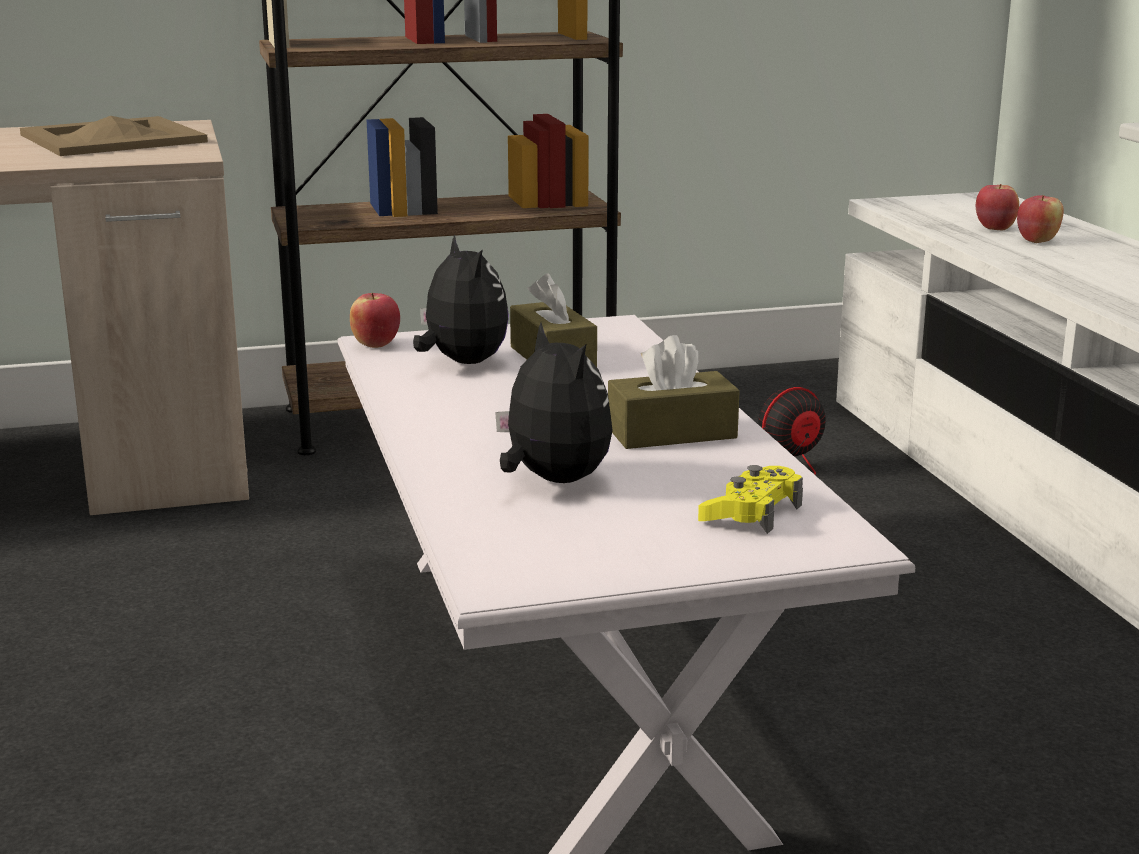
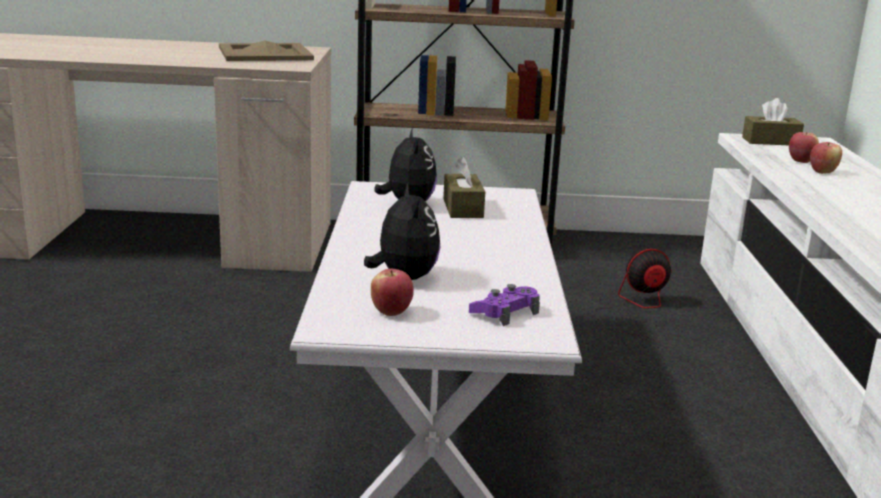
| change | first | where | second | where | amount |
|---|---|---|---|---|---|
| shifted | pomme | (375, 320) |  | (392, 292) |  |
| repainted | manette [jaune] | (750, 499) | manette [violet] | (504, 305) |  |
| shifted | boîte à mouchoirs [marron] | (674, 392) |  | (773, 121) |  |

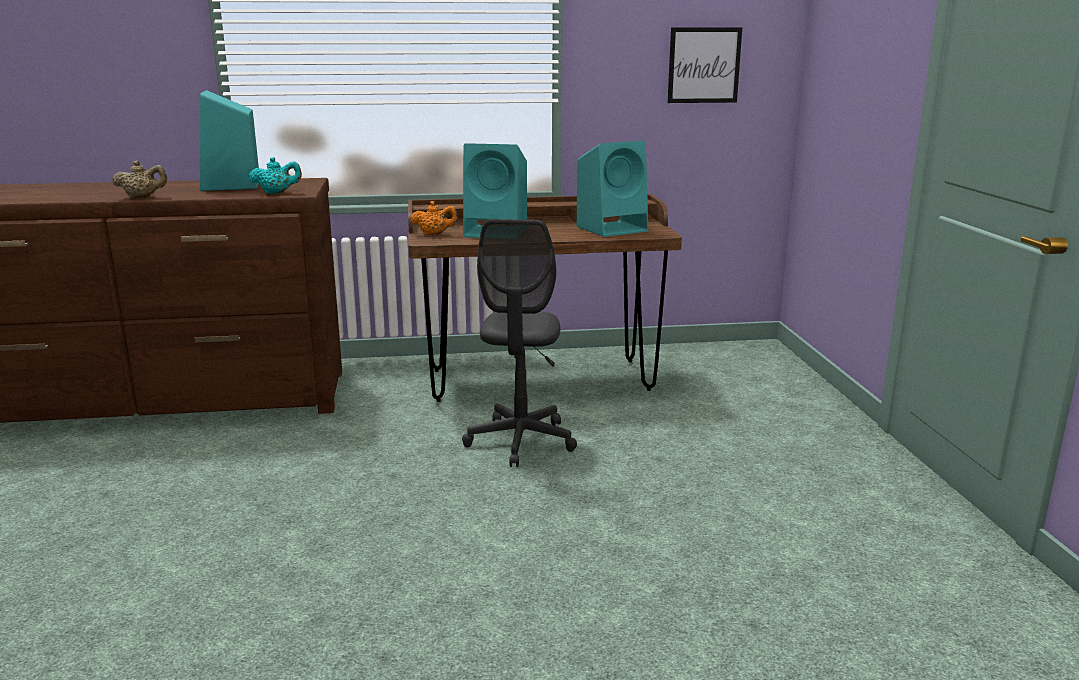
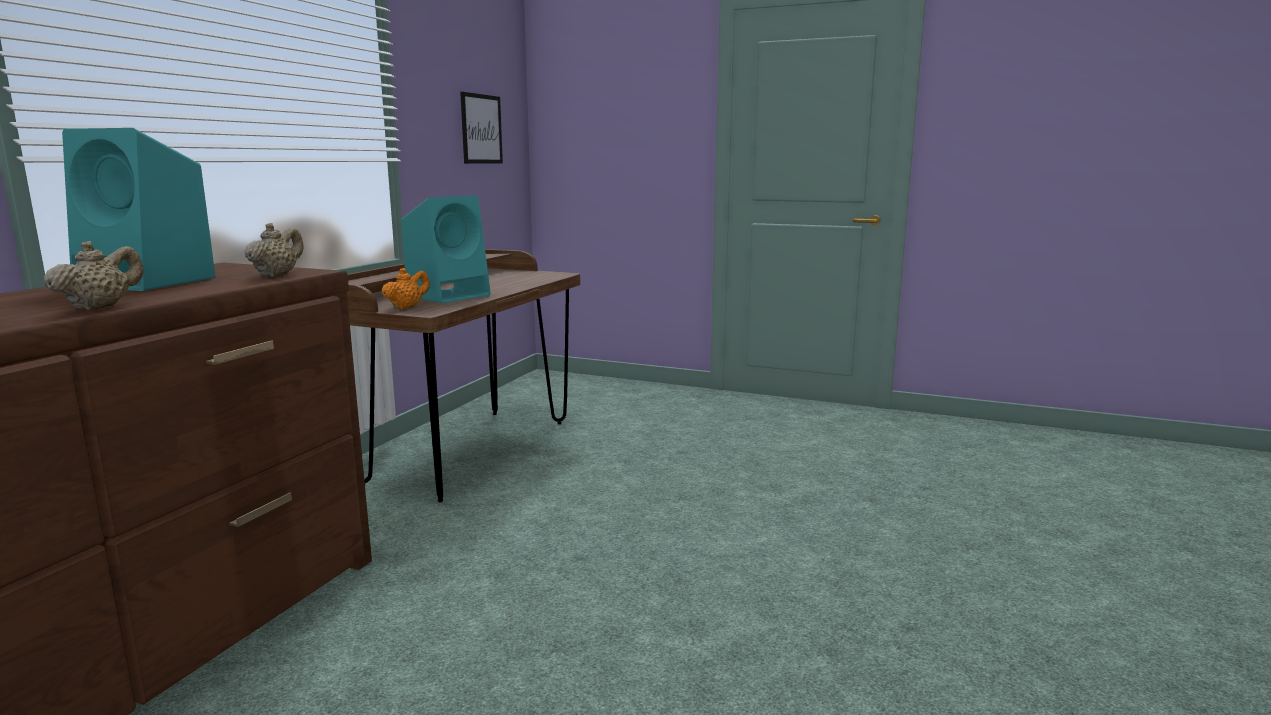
| change | first | where | second | where | amount |
|---|---|---|---|---|---|
| repainted | théière [turquoise] | (275, 175) | théière [beige] | (274, 250) |  |
| gone | chaise de bureau [gris] | (519, 343) |  |  |  |
| gone | enceinte [turquoise] | (612, 188) |  |  |  |

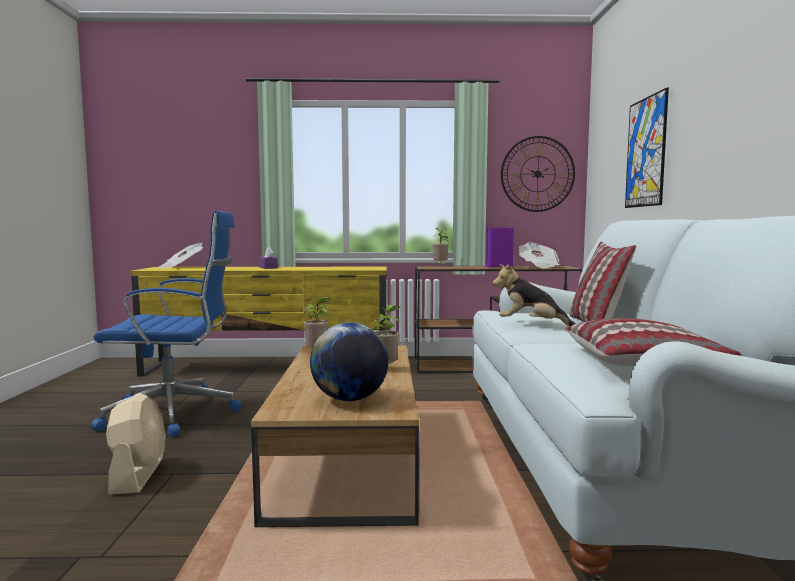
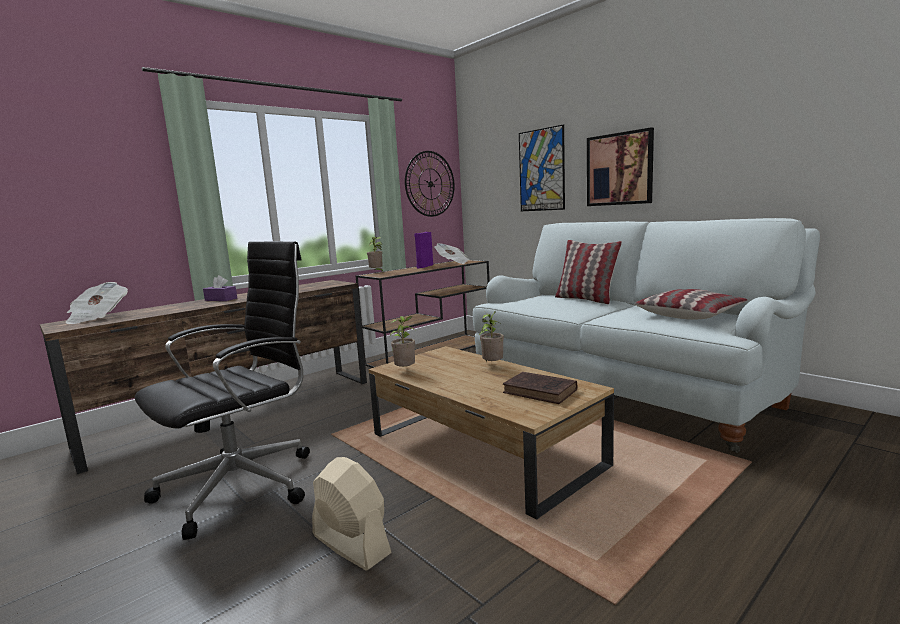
| change | first | where | second | where | amount |
|---|---|---|---|---|---|
| repainted | meuble télé [jaune] | (259, 321) | meuble télé [marron] | (203, 377) |  |
| repainted | chaise de bureau [bleu] | (166, 324) | chaise de bureau [noir] | (222, 390) |  |
| swapped | globe | (349, 361) | livre [marron] | (540, 388) |  |
| new |  |  | tableau | (620, 166) |  |
| gone | peluche | (534, 294) |  |  |  |

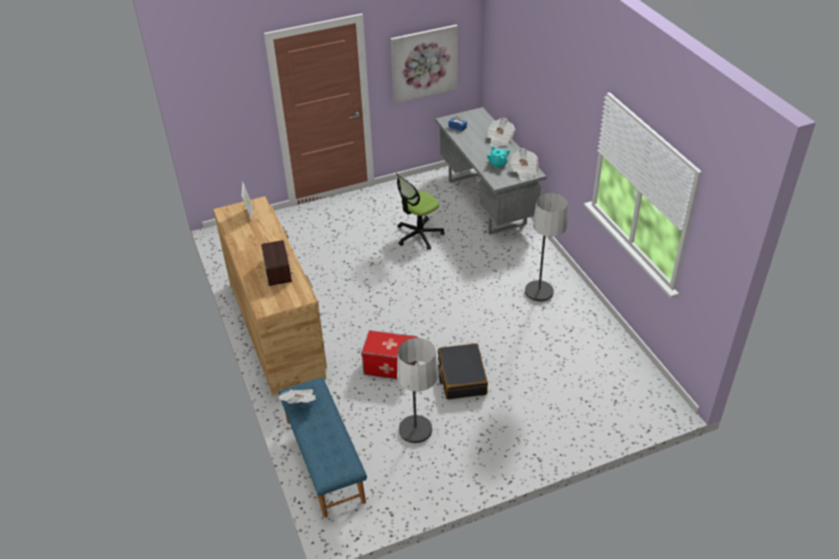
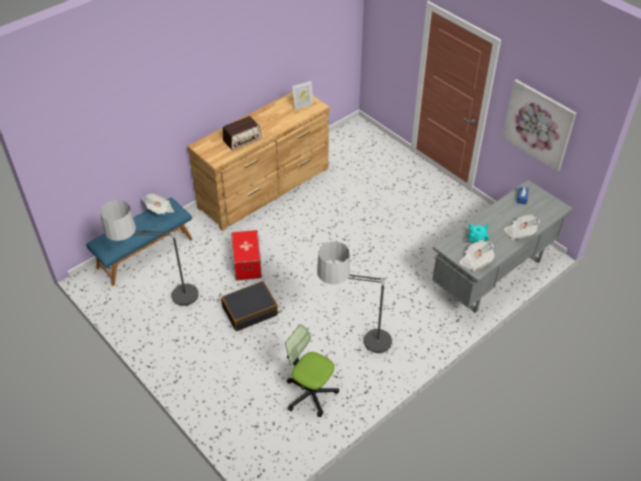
| change | first | where | second | where | amount |
|---|---|---|---|---|---|
| shifted | chaise de bureau | (420, 211) |  | (312, 370) |  |

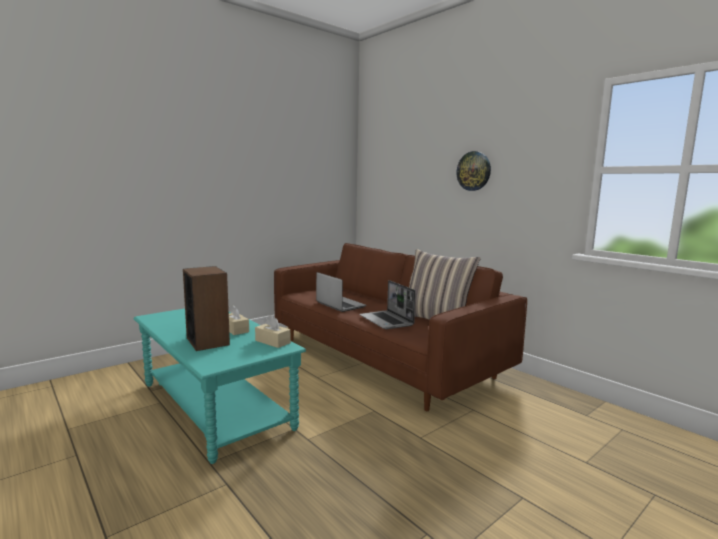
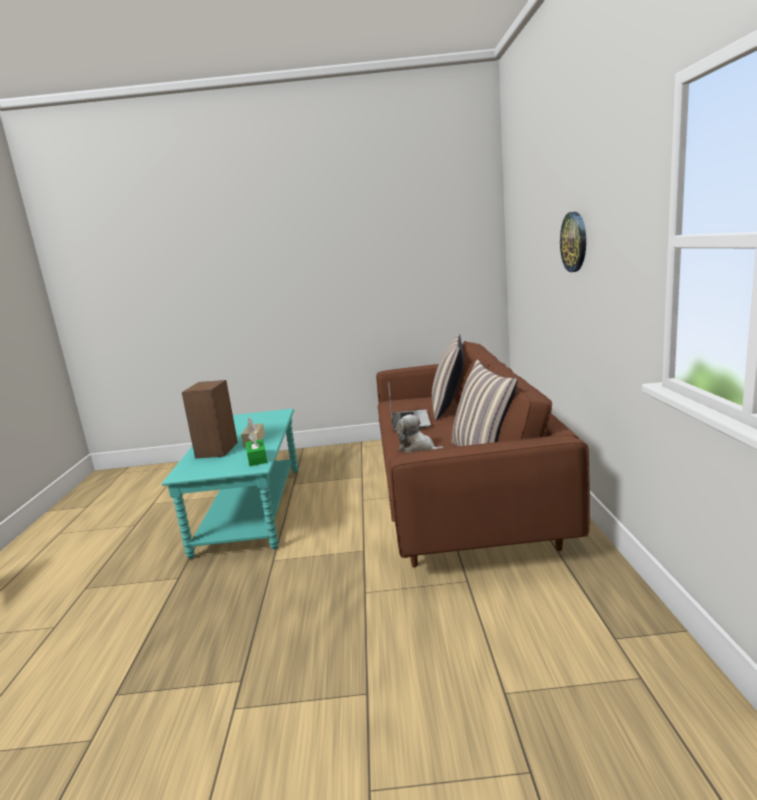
| change | first | where | second | where | amount |
|---|---|---|---|---|---|
| repainted | boîte à mouchoirs [beige] | (273, 331) | boîte à mouchoirs [vert] | (256, 449) |  |
| swapped | ordinateur portable | (387, 304) | peluche | (420, 433) |  |
| new |  |  | coussin | (448, 377) |  |

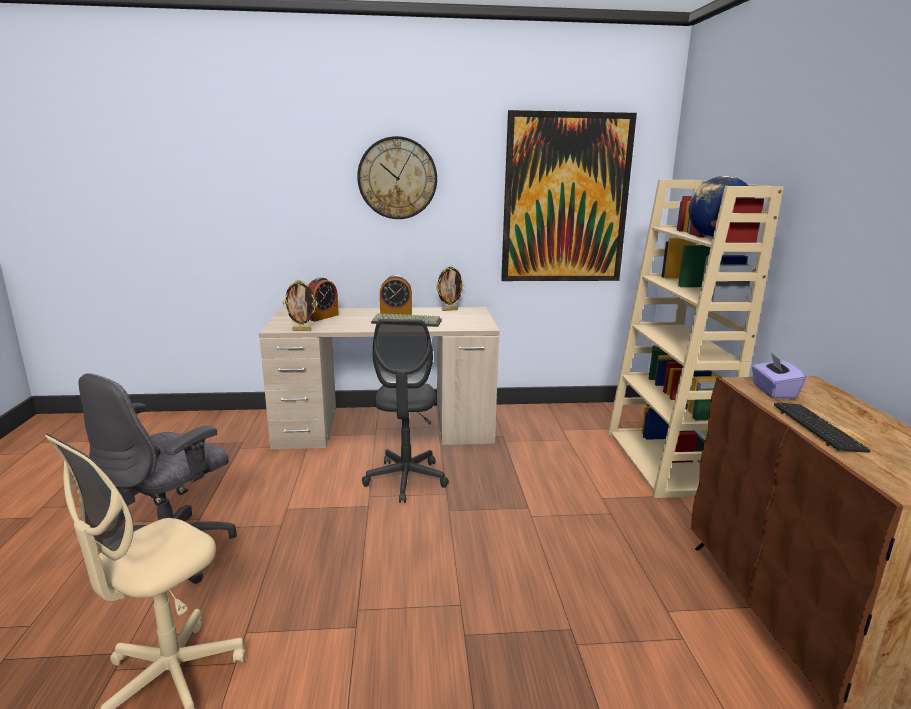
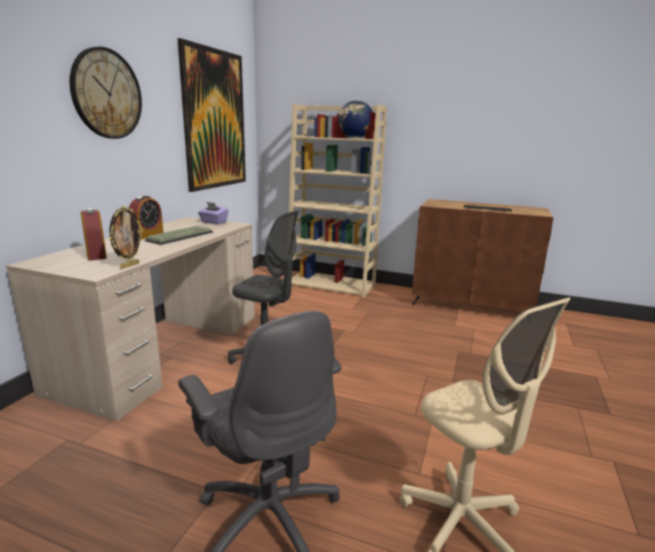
| change | first | where | second | where | amount |
|---|---|---|---|---|---|
| shifted | boîte à mouchoirs [violet] | (779, 376) |  | (213, 213) |  |
| gone | cadre photo | (450, 288) |  |  |  |

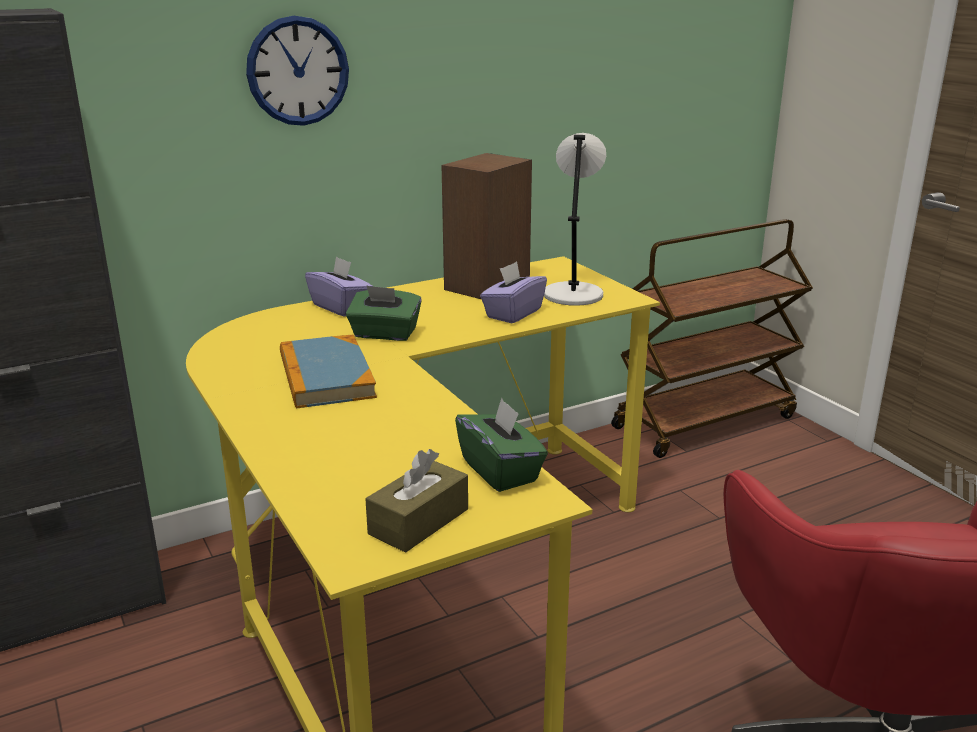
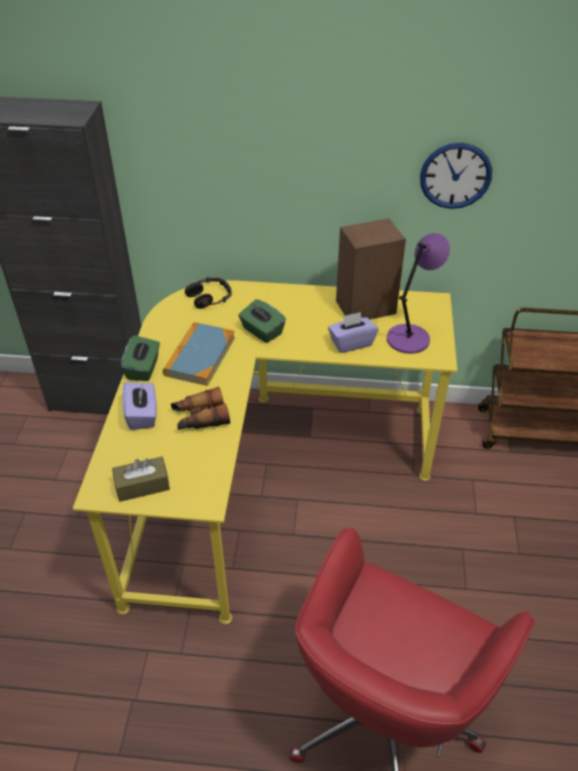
| change | first | where | second | where | amount |
|---|---|---|---|---|---|
| shifted | boîte à mouchoirs [vert] | (501, 445) |  | (140, 358) |  |
| shifted | boîte à mouchoirs [violet] | (339, 286) |  | (140, 406) |  |
| new |  |  | jumelles | (200, 408) |  |
| new |  |  | casque audio | (208, 293) |  |
| repainted | lampe de table [gris] | (575, 219) | lampe de table [violet] | (418, 293) |  |
| shifted | horloge murale | (297, 71) |  | (456, 176) |  |

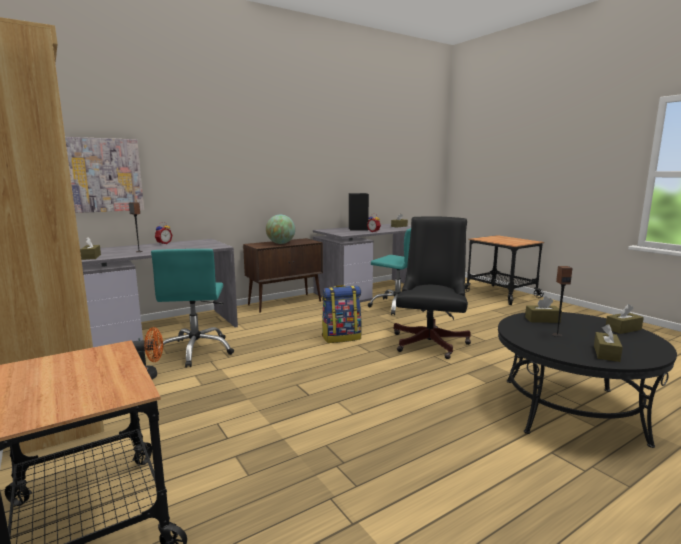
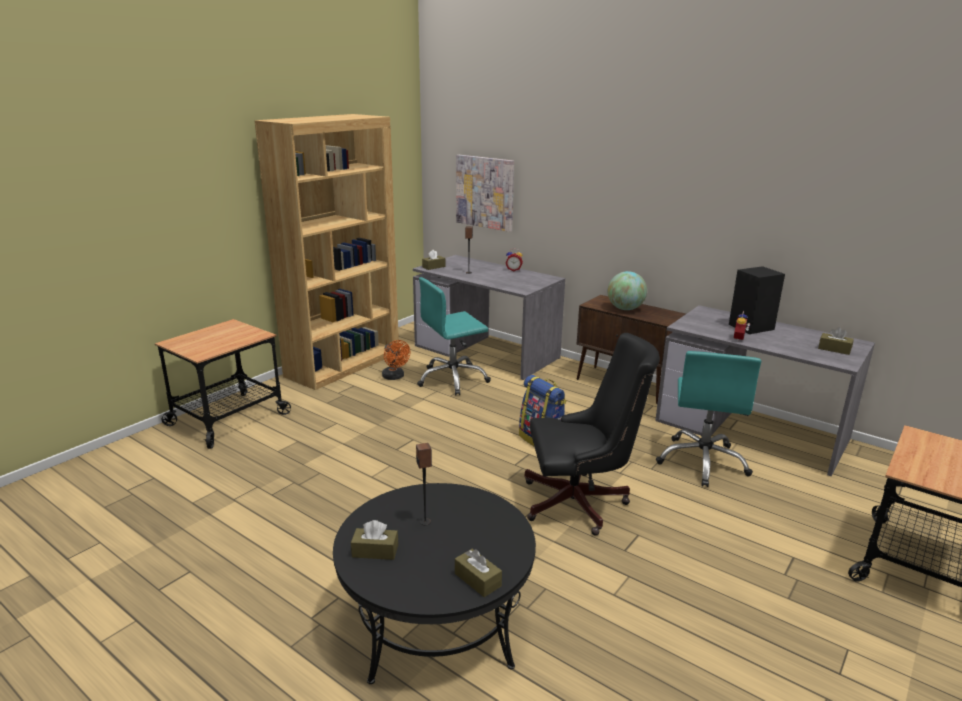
| change | first | where | second | where | amount |
|---|---|---|---|---|---|
| gone | boîte à mouchoirs [marron] | (543, 309) |  |  |  |

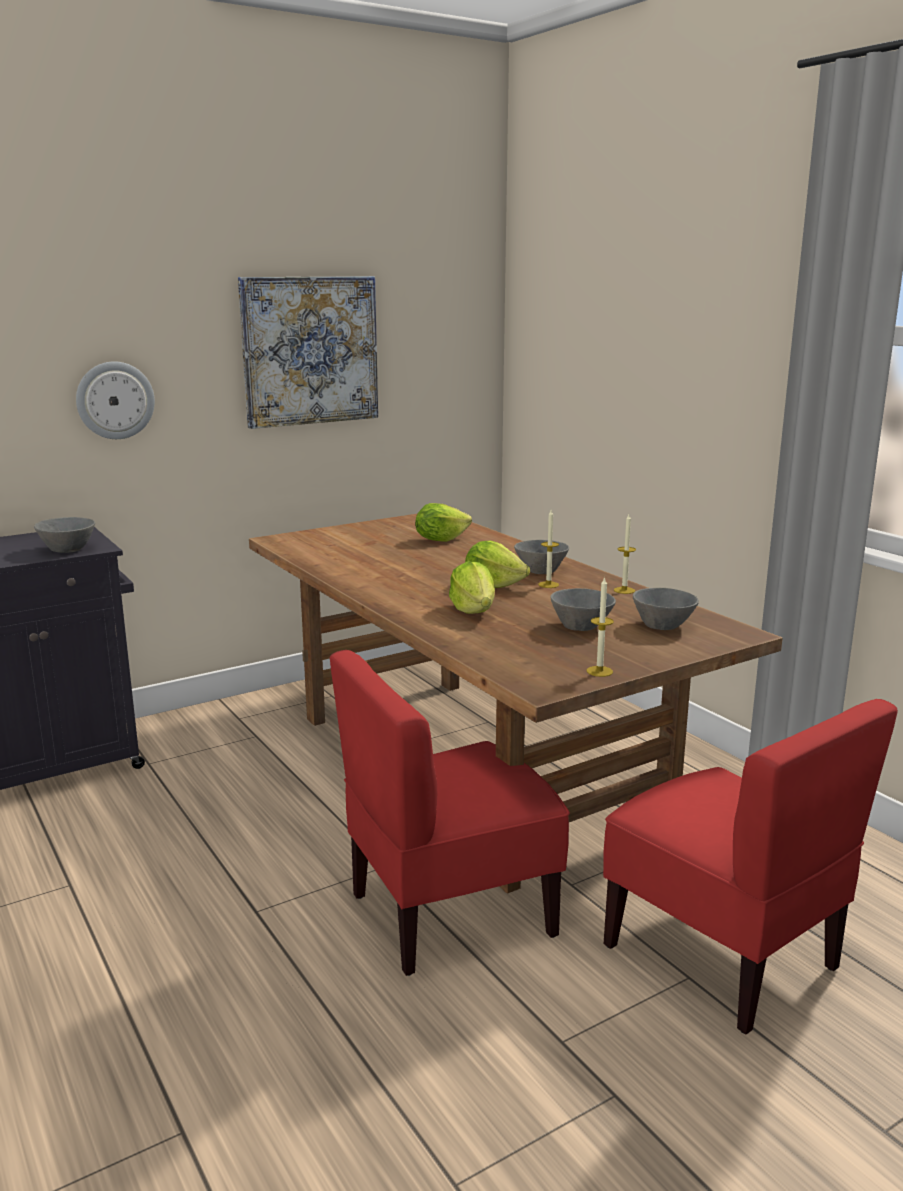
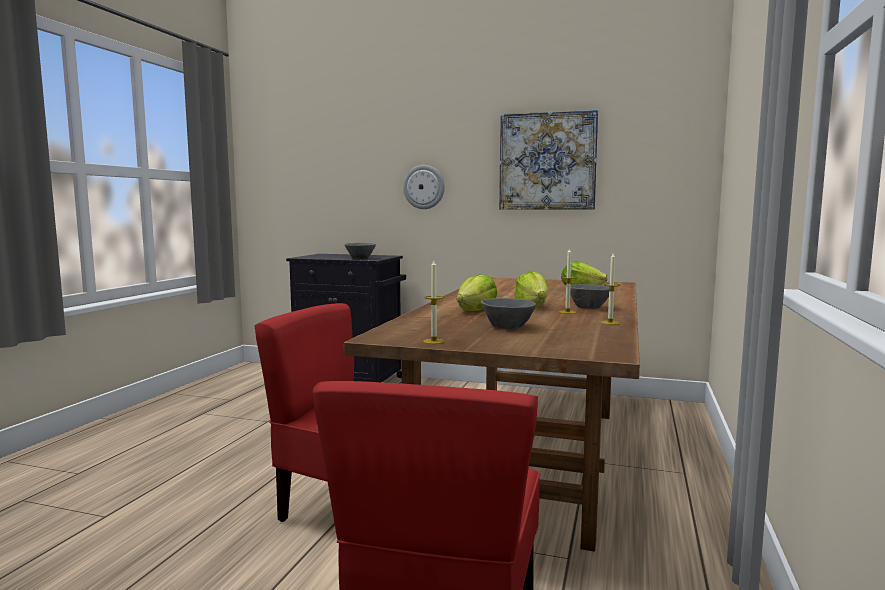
| change | first | where | second | where | amount |
|---|---|---|---|---|---|
| gone | bol [gris] | (666, 609) |  |  |  |

